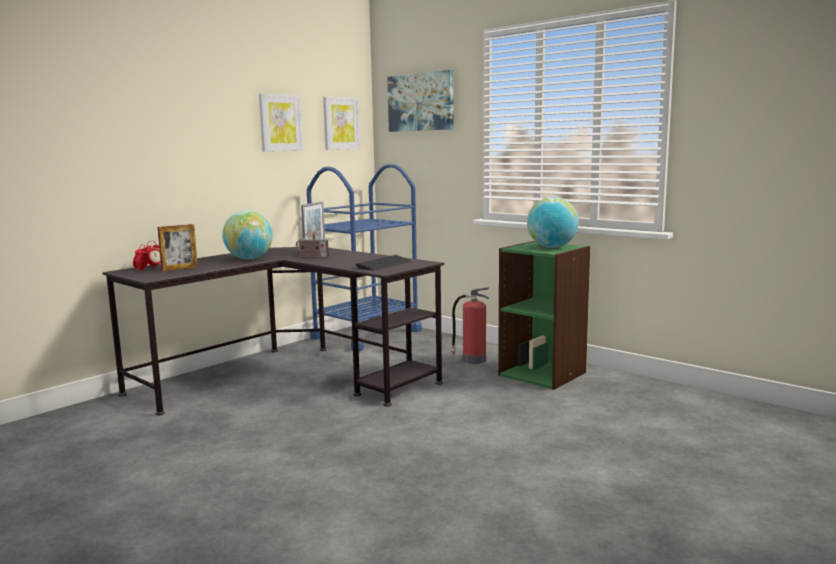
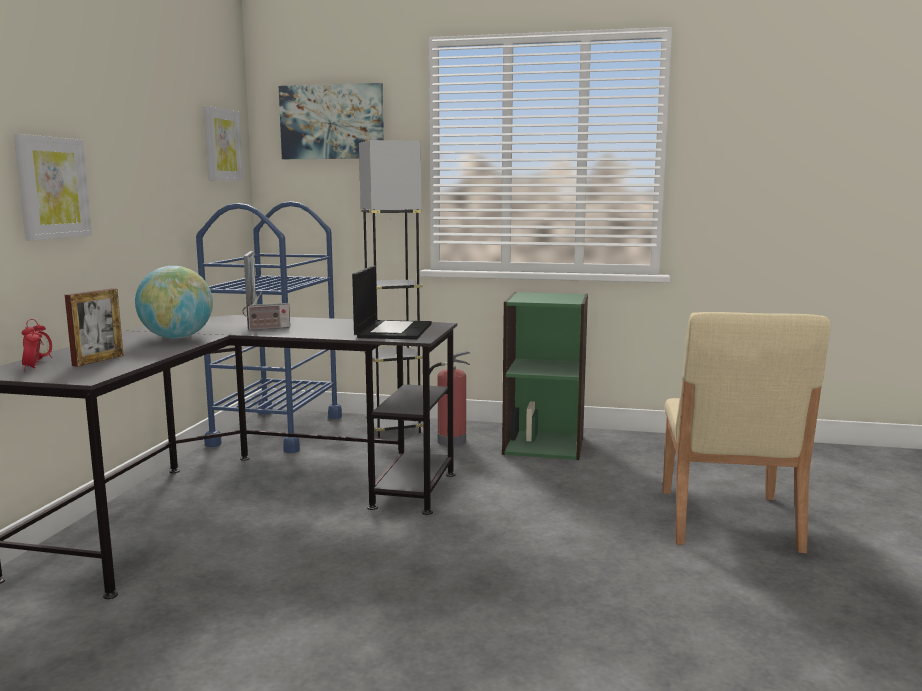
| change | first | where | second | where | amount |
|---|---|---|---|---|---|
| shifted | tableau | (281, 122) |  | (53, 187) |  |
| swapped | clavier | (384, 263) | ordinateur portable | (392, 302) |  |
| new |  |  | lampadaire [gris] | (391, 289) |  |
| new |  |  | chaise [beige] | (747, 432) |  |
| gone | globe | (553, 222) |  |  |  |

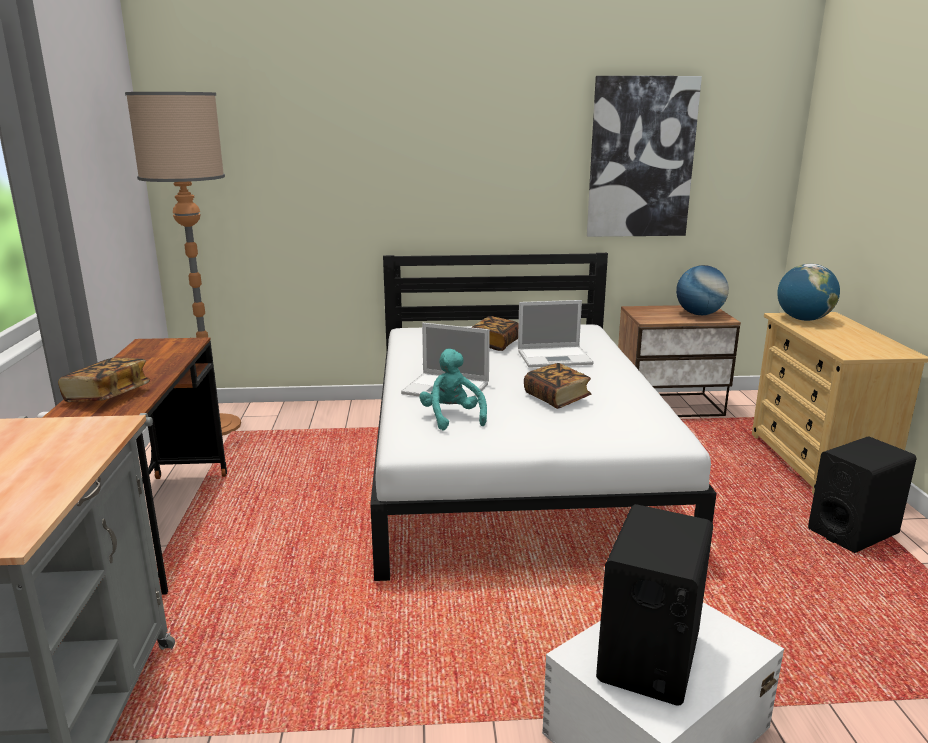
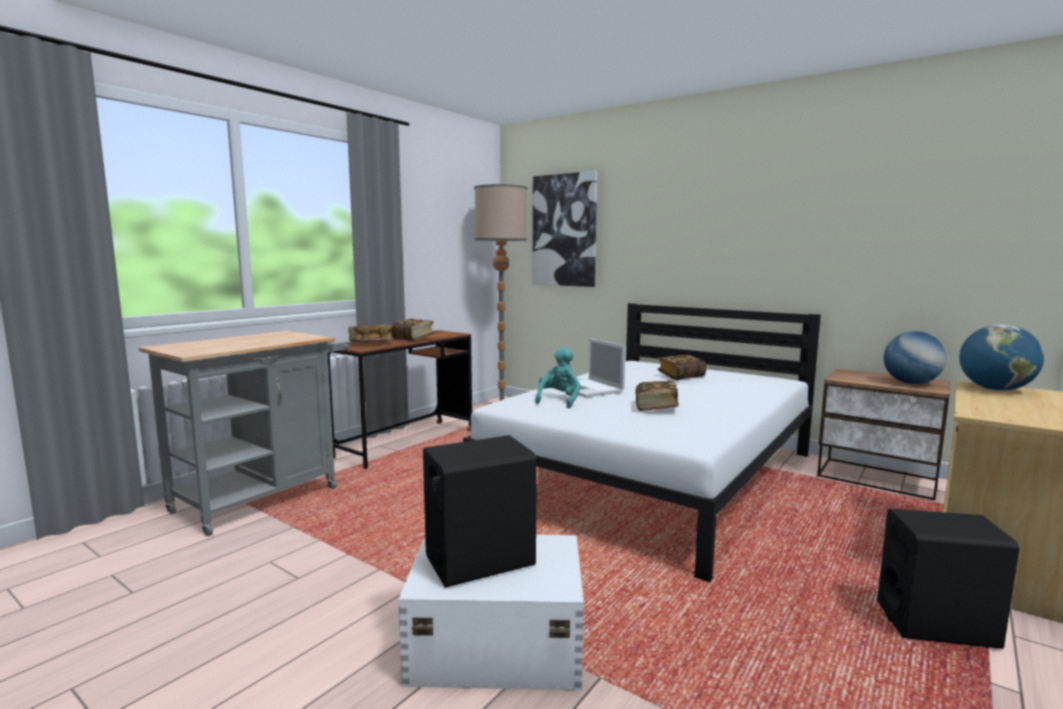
| change | first | where | second | where | amount |
|---|---|---|---|---|---|
| new |  |  | livre | (413, 330) |  |
| shifted | tableau | (644, 156) |  | (564, 229) |  |
| gone | ordinateur portable | (556, 334) |  |  |  |

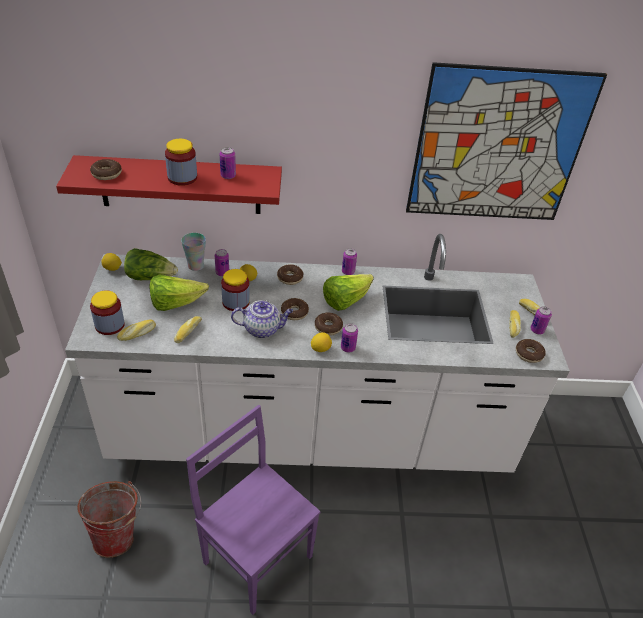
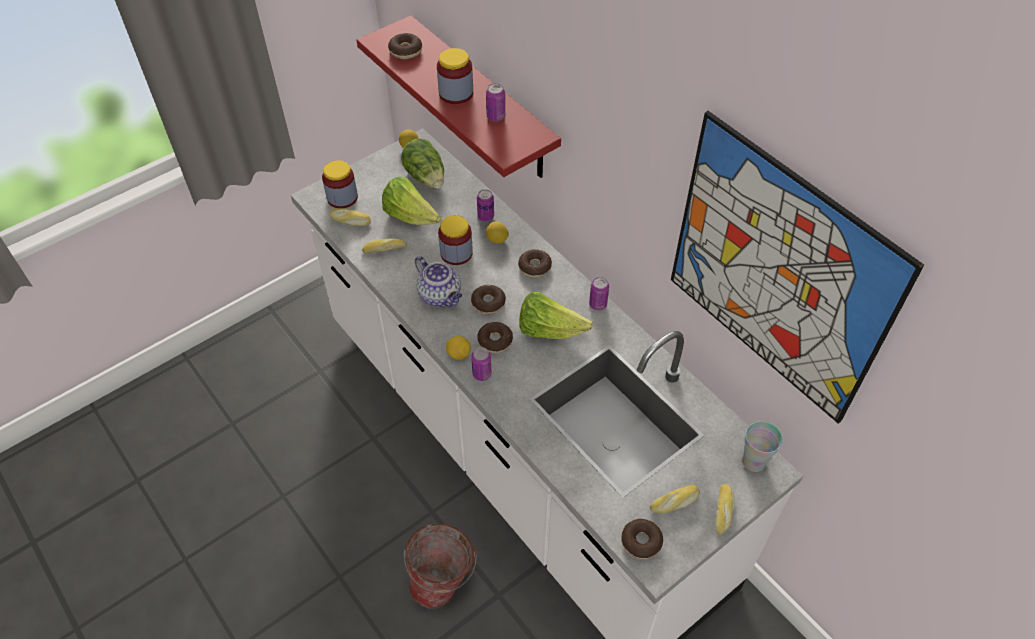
| change | first | where | second | where | amount |
|---|---|---|---|---|---|
| shifted | seau | (109, 519) |  | (440, 566) |  |
| shifted | tasse | (193, 252) |  | (762, 446) |  |
| gone | chaise [violet] | (253, 510) |  |  |  |
| gone | boîte métallique | (541, 320) |  |  |  |

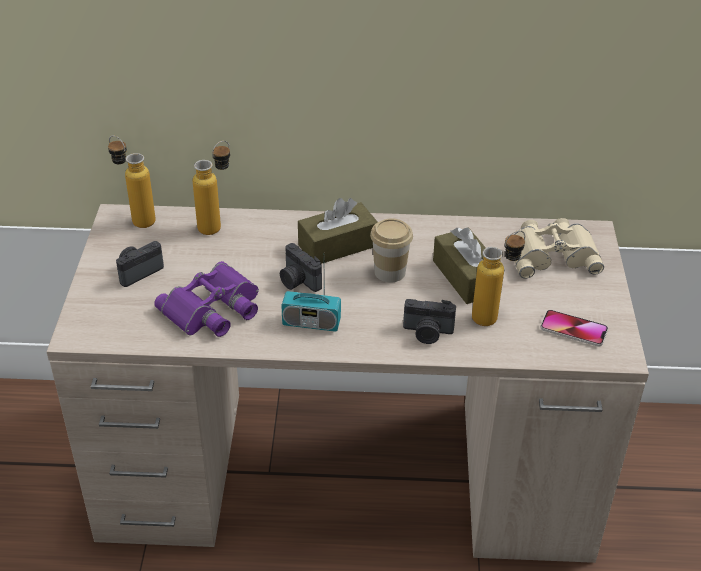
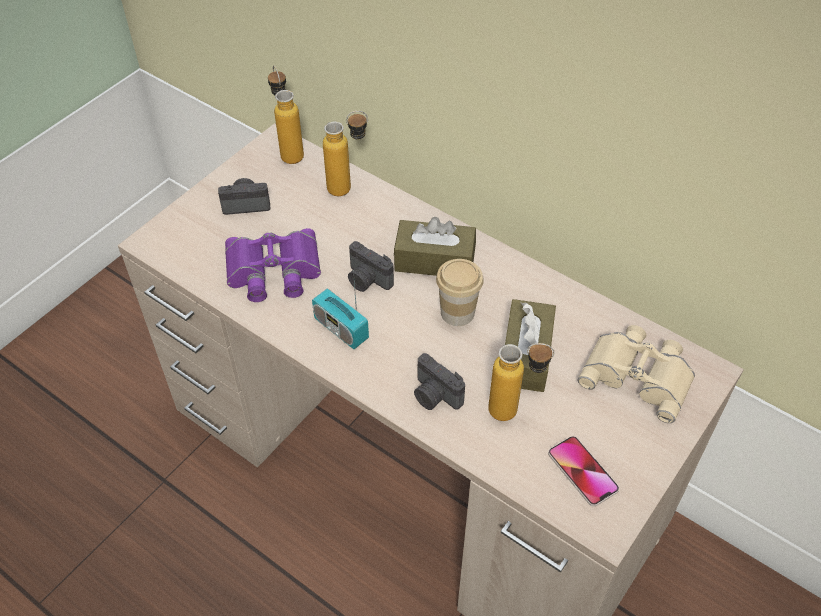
| change | first | where | second | where | amount |
|---|---|---|---|---|---|
| rotated | appareil photo | (301, 267) |  | (371, 266) | 45 degrees counterclockwise |

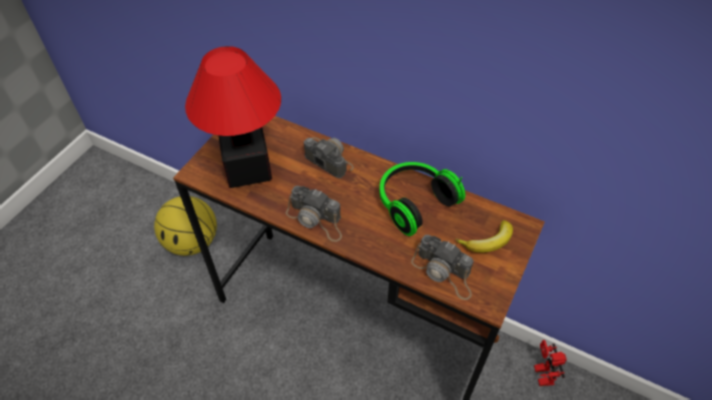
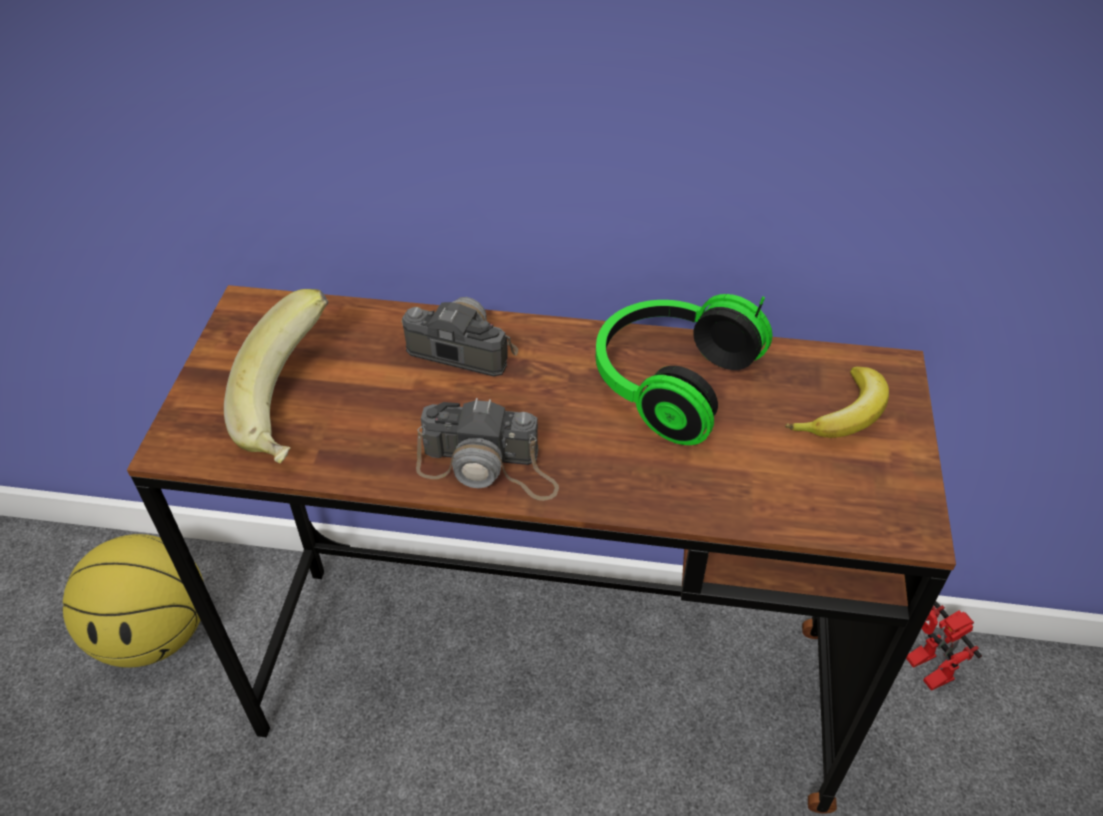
| change | first | where | second | where | amount |
|---|---|---|---|---|---|
| swapped | lampe de table | (233, 117) | banane | (276, 376) |  |
| gone | appareil photo | (442, 267) |  |  |  |

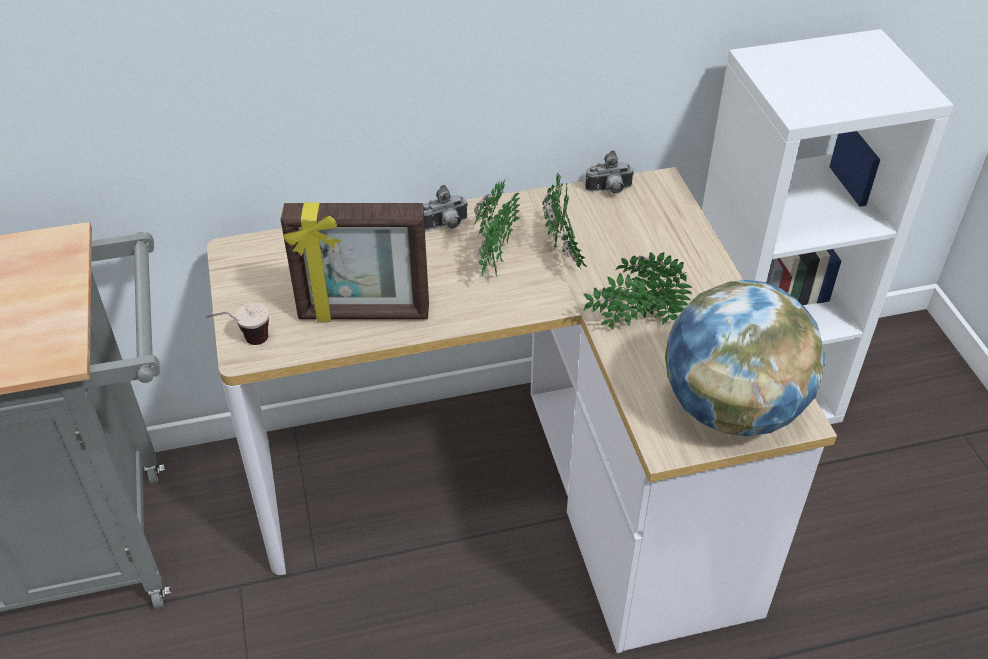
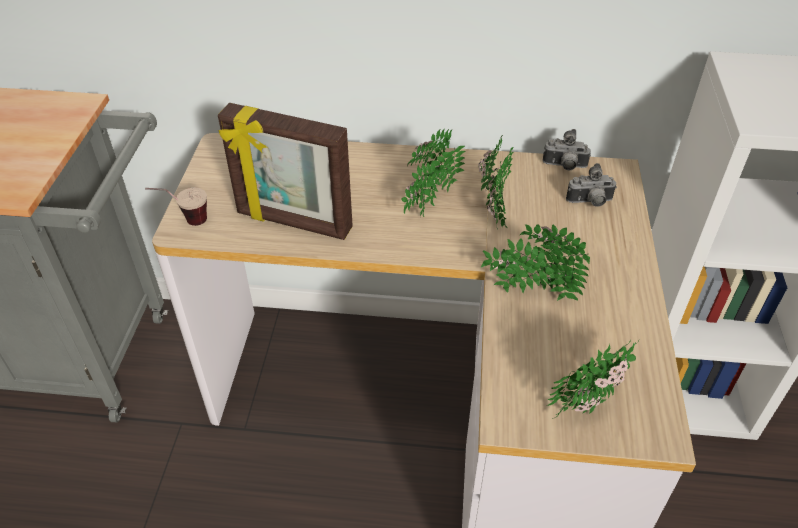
| change | first | where | second | where | amount |
|---|---|---|---|---|---|
| swapped | globe | (745, 358) | plante en pot | (593, 378) |  |
| shifted | appareil photo | (445, 207) |  | (591, 185) |  |

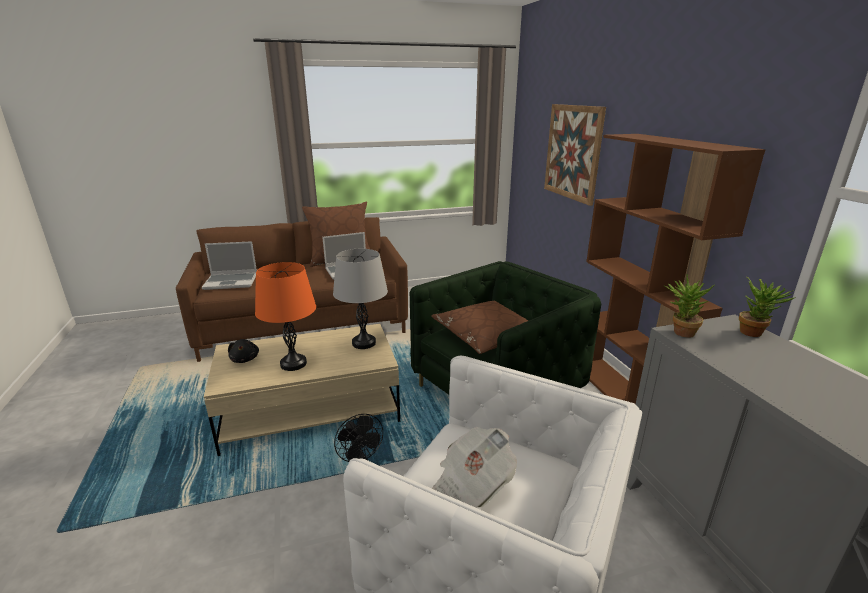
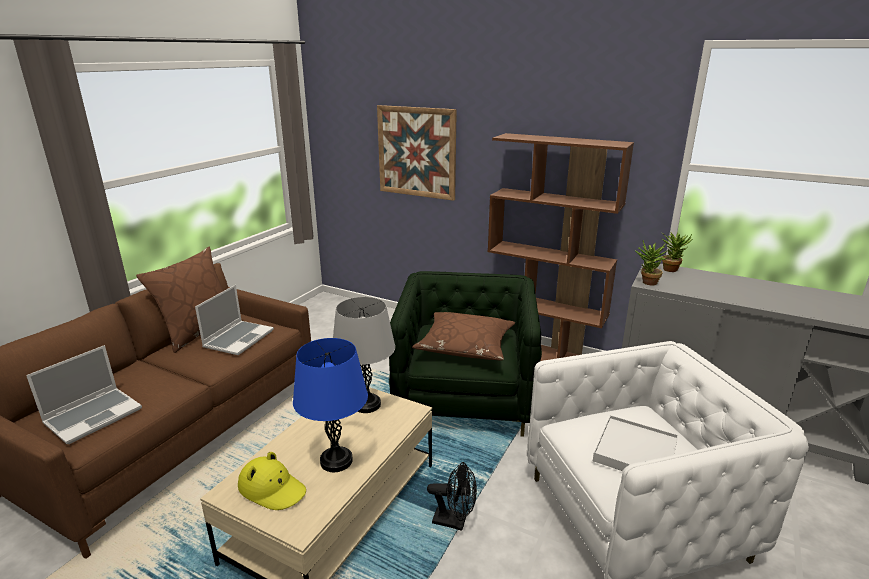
| change | first | where | second | where | amount |
|---|---|---|---|---|---|
| swapped | peluche [noir] | (243, 351) | chapeau [jaune] | (272, 481) |  |
| repainted | lampe de table [orange] | (285, 316) | lampe de table [bleu] | (330, 405) |  |
| swapped | journal | (474, 467) | plateau [blanc] | (635, 443) |  |

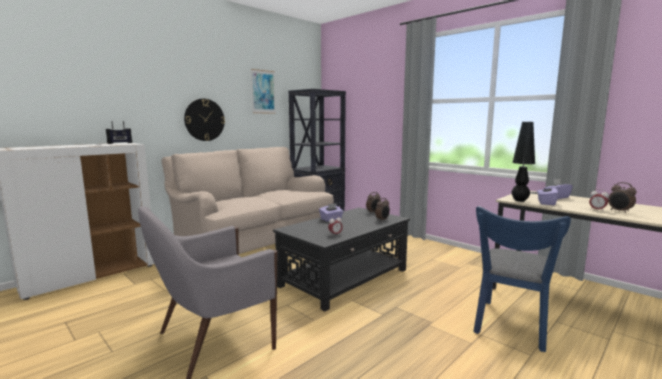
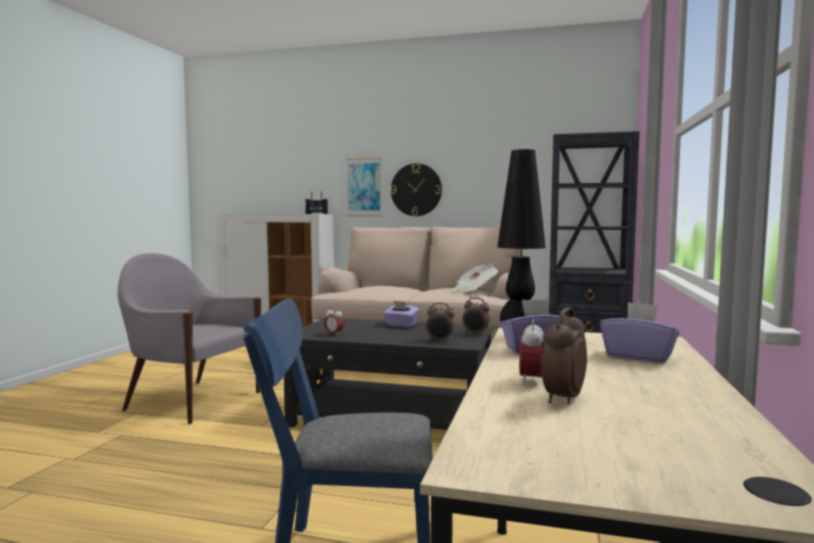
| change | first | where | second | where | amount |
|---|---|---|---|---|---|
| shifted | tableau | (263, 91) |  | (364, 187) |  |
| new |  |  | journal | (475, 278) |  |

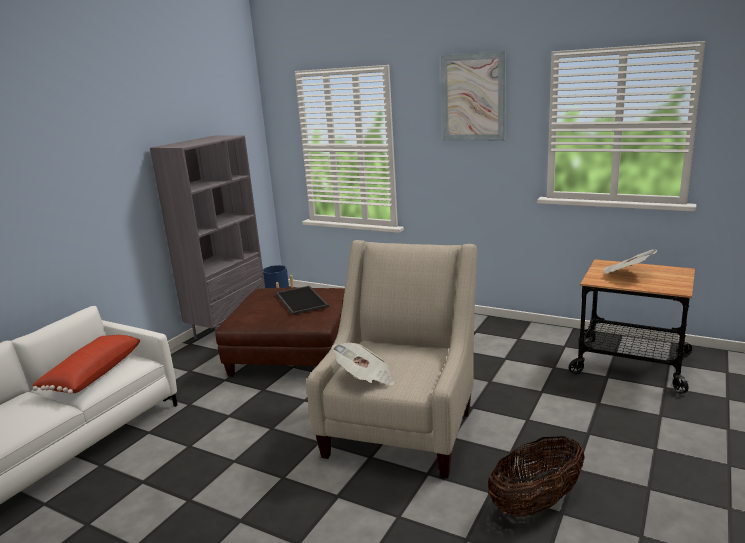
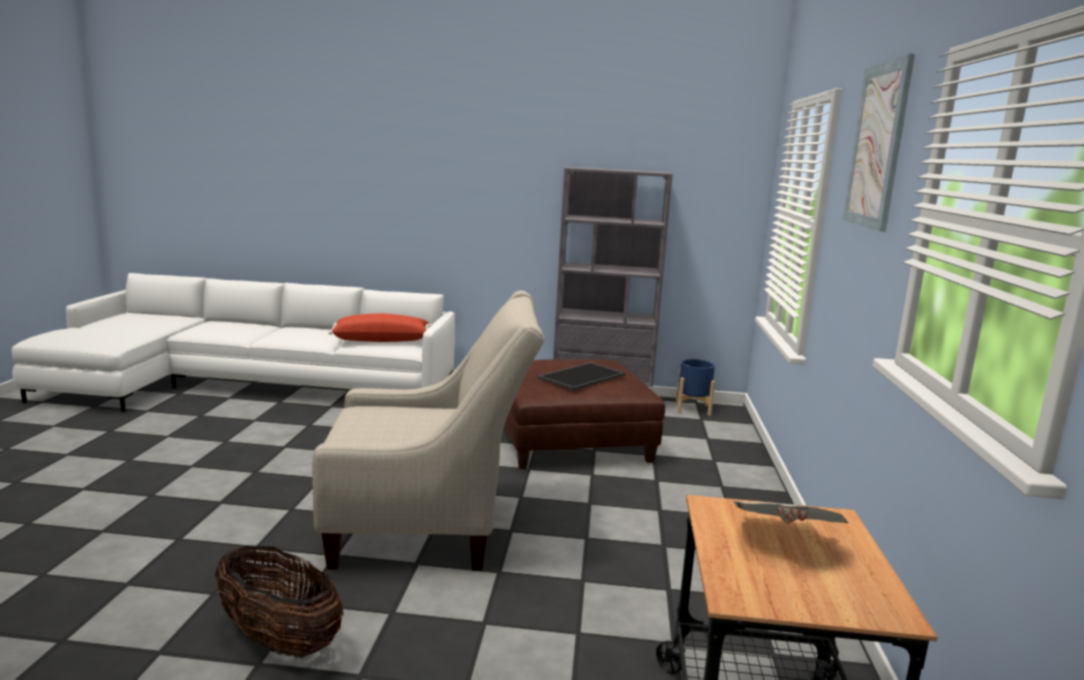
| change | first | where | second | where | amount |
|---|---|---|---|---|---|
| gone | journal | (363, 364) |  |  |  |

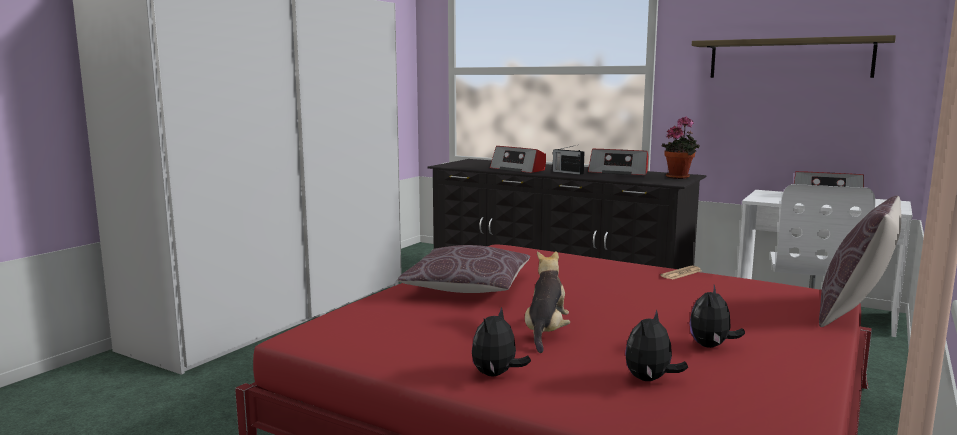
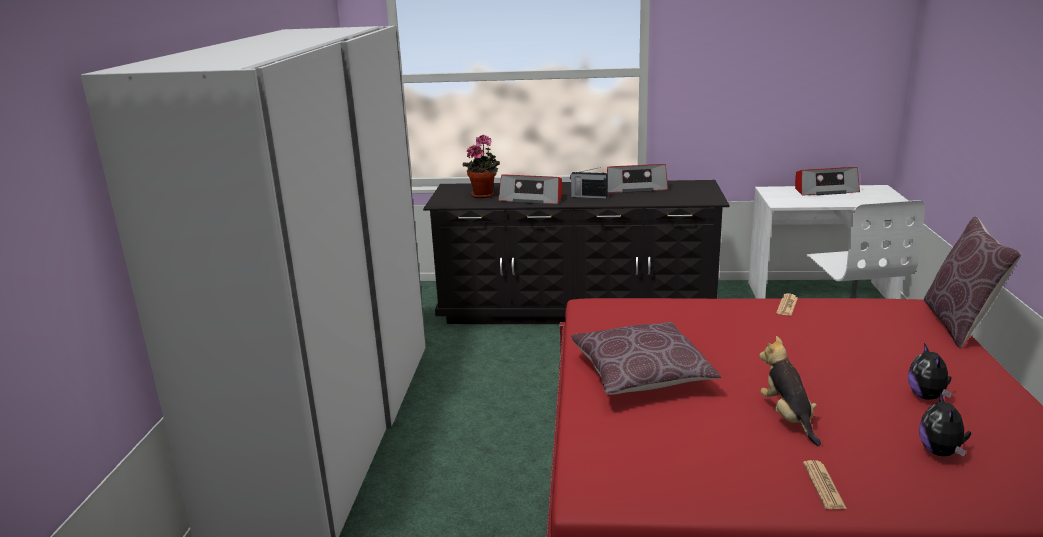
| change | first | where | second | where | amount |
|---|---|---|---|---|---|
| shifted | plante en pot | (680, 148) |  | (481, 166) |  |
| swapped | peluche | (501, 342) | journal | (825, 484) |  |
| gone | étagère | (794, 56) |  |  |  |

